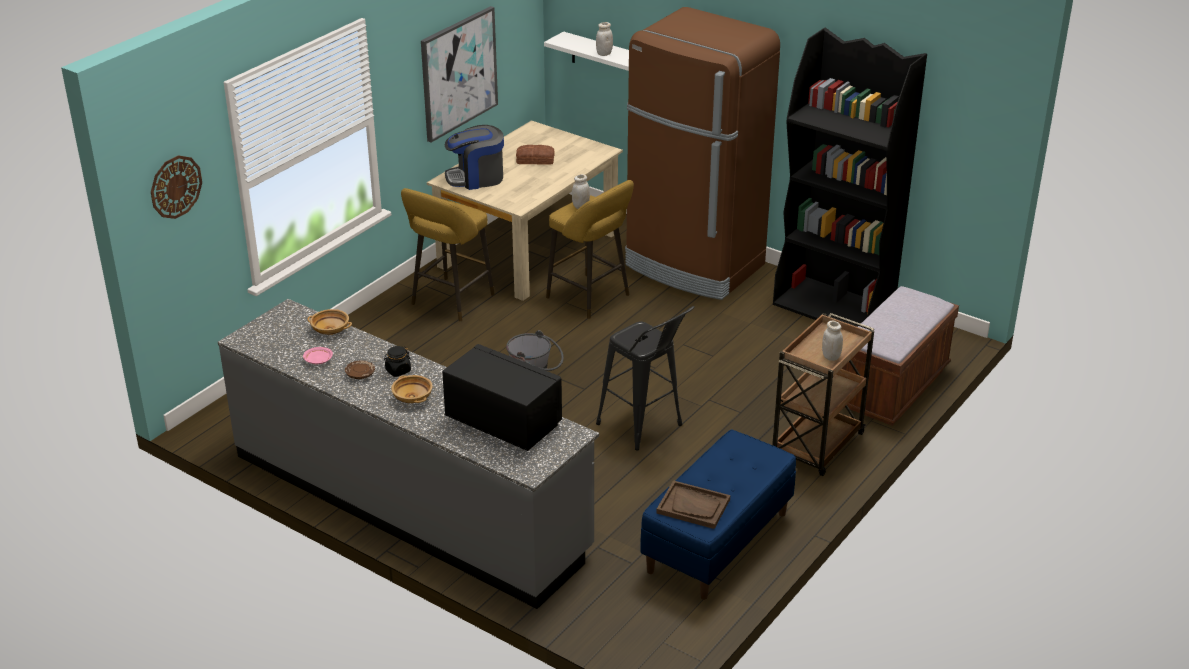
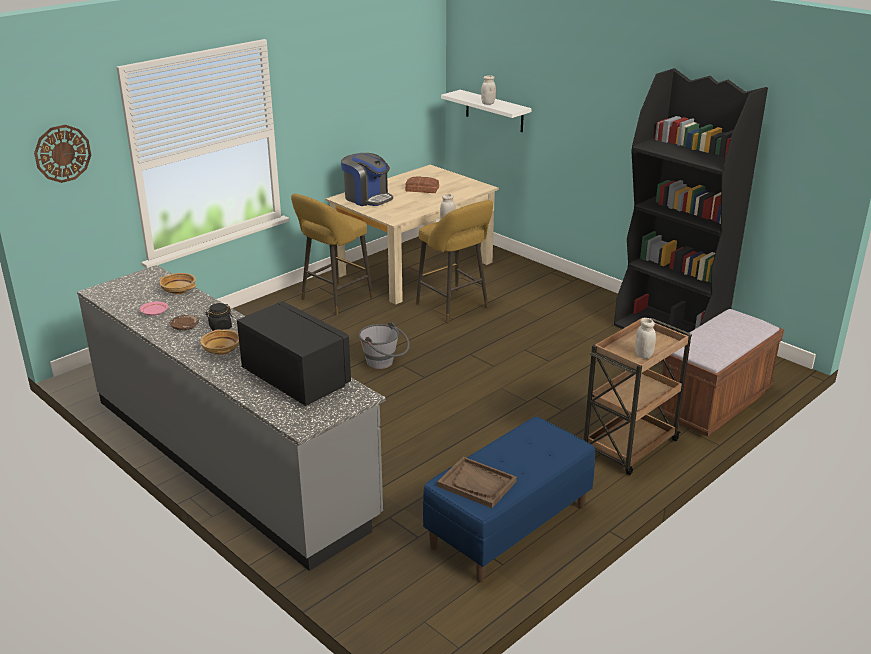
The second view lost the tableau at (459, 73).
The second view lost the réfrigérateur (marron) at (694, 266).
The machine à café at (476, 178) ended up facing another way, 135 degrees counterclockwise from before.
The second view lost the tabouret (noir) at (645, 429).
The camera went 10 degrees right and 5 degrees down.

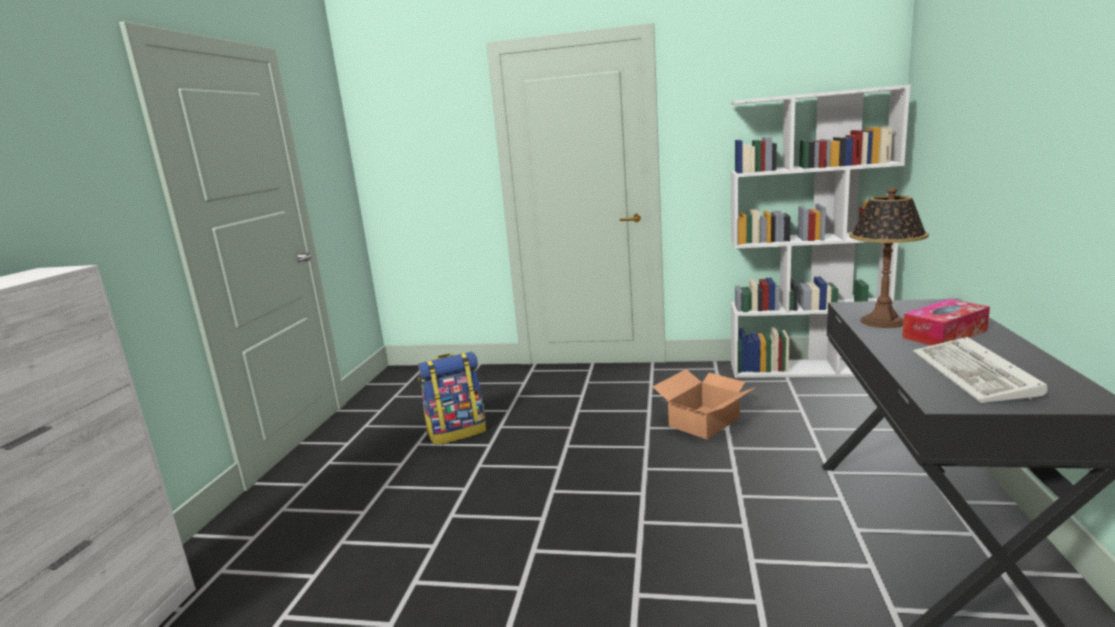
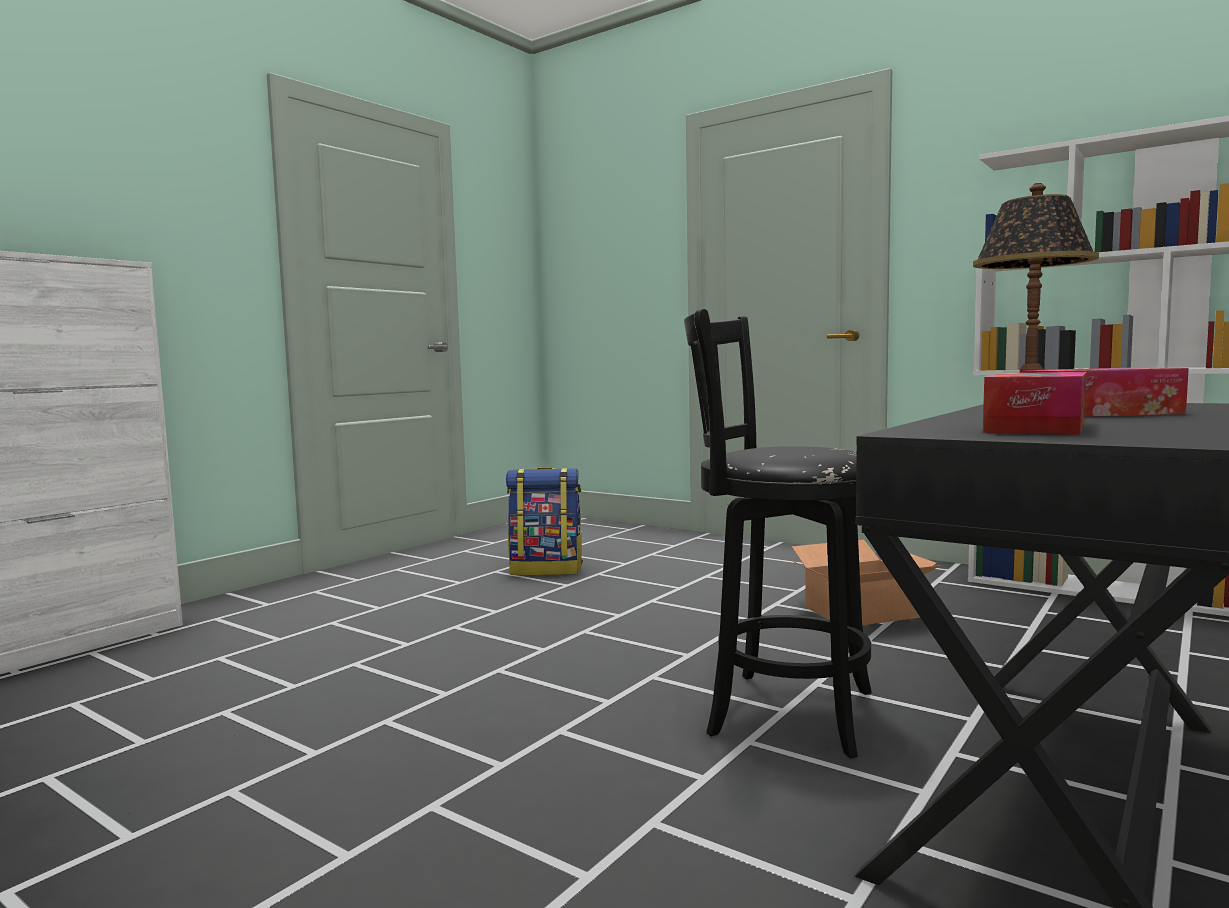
Where the clavier stood at (976, 376), the boîte à mouchoirs came to stand at (1036, 427).
The second view gained the tabouret (noir) at (781, 711).
The camera went 25 degrees right and 10 degrees down.

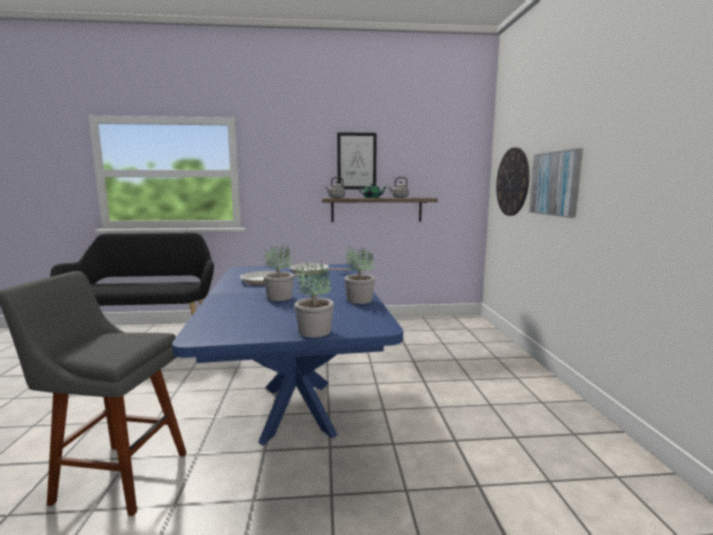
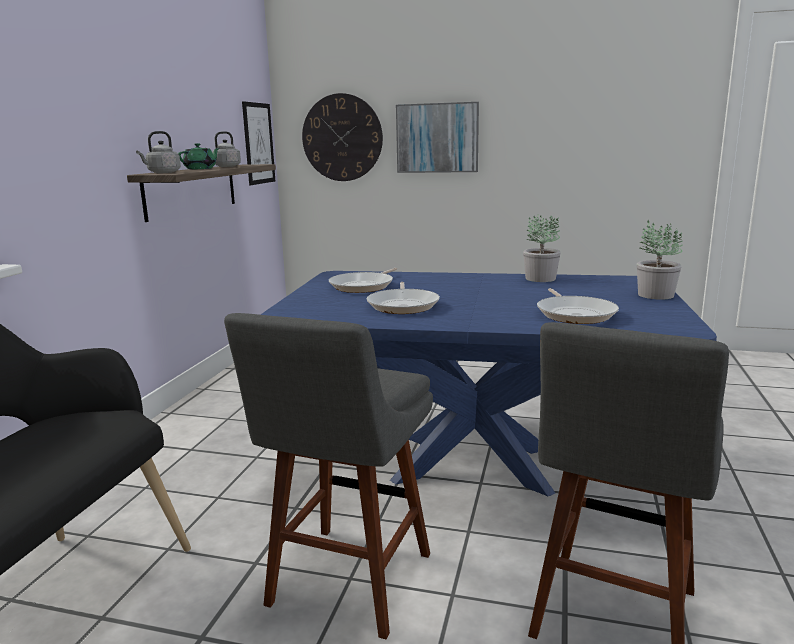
The tableau ended up elsewhere, having gone from (356, 161) to (258, 143).
The second view lost the plante en pot at (280, 297).
The second view gained the poêle at (575, 314).
The second view gained the tabouret (gris) at (346, 584).
The camera went 70 degrees left and 5 degrees up.

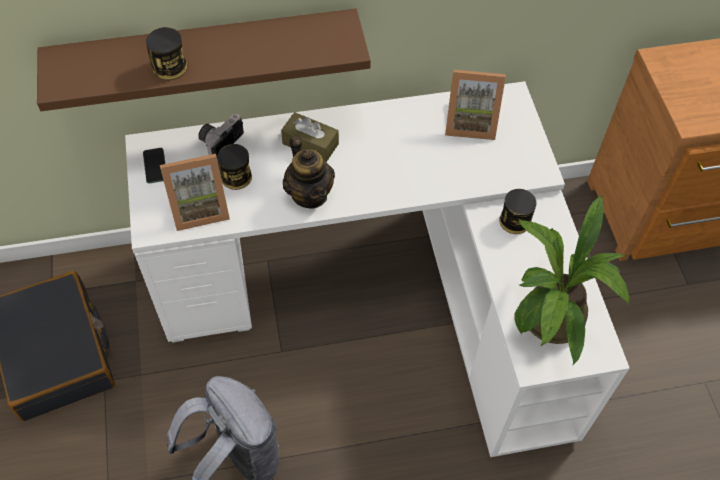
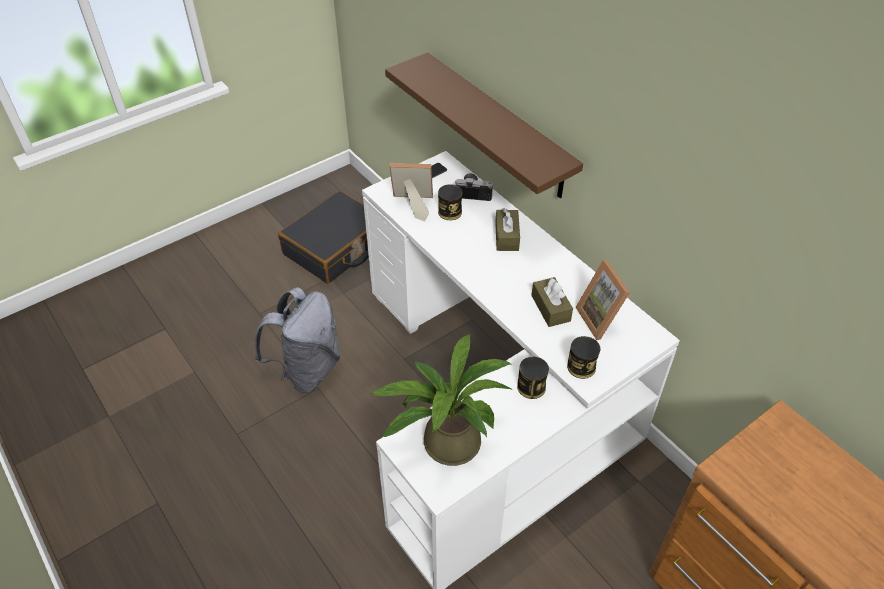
The boîte métallique ended up elsewhere, having gone from (170, 67) to (581, 367).
The second view lost the théière at (310, 194).
The cadre photo at (199, 208) ended up facing another way, 135 degrees clockwise from before.
The second view gained the boîte à mouchoirs (marron) at (550, 308).
The camera went 65 degrees right and 10 degrees down.

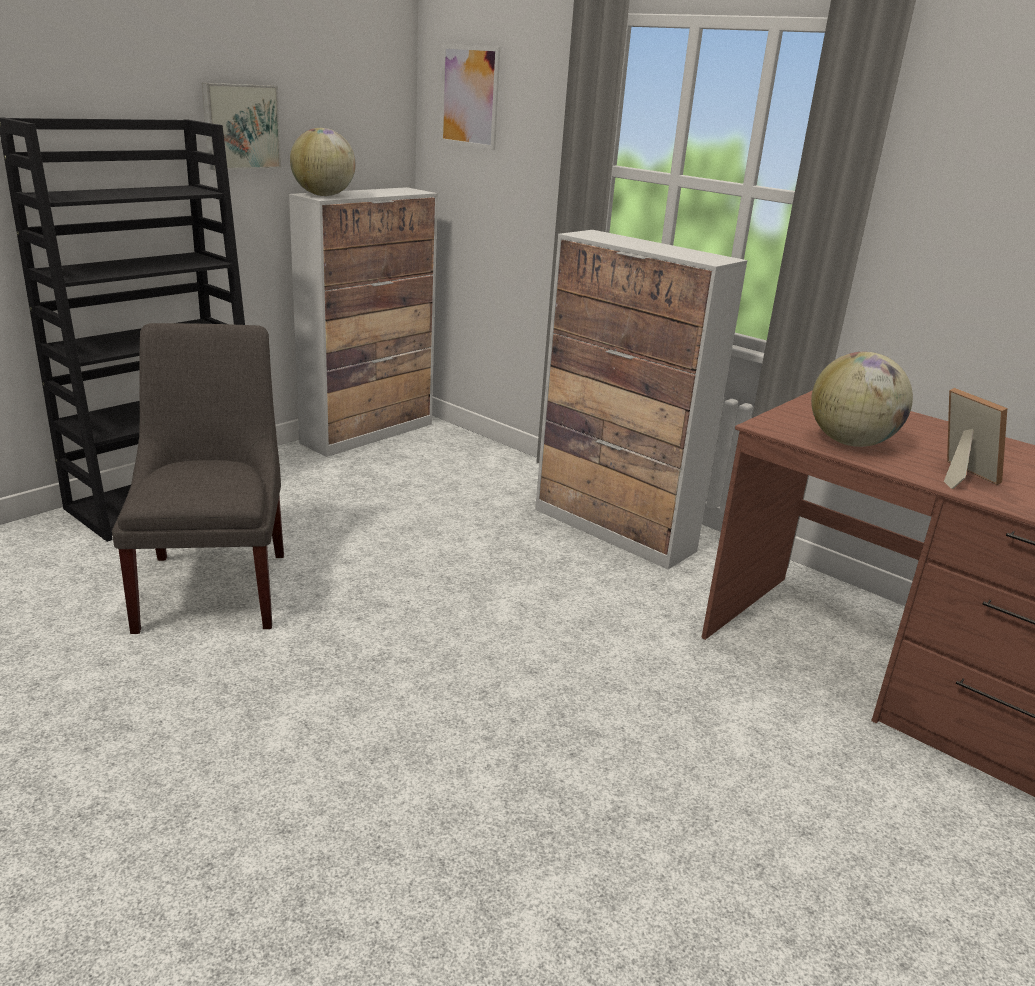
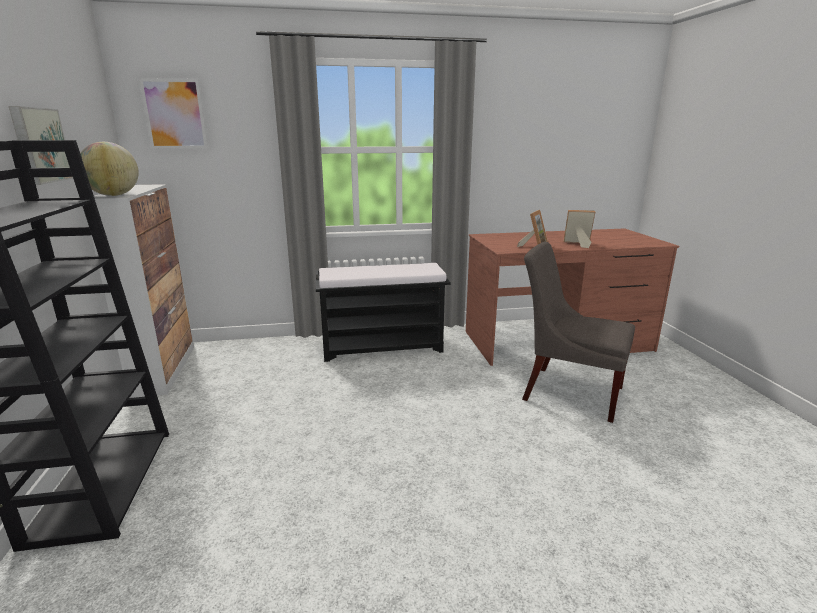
Where the meuble de rangement stood at (614, 530), the banc (noir) came to stand at (383, 347).
The chaise (gris) ended up elsewhere, having gone from (215, 586) to (568, 391).
Where the globe stood at (850, 443), the cadre photo came to stand at (534, 246).
The camera went 50 degrees left and 5 degrees down.

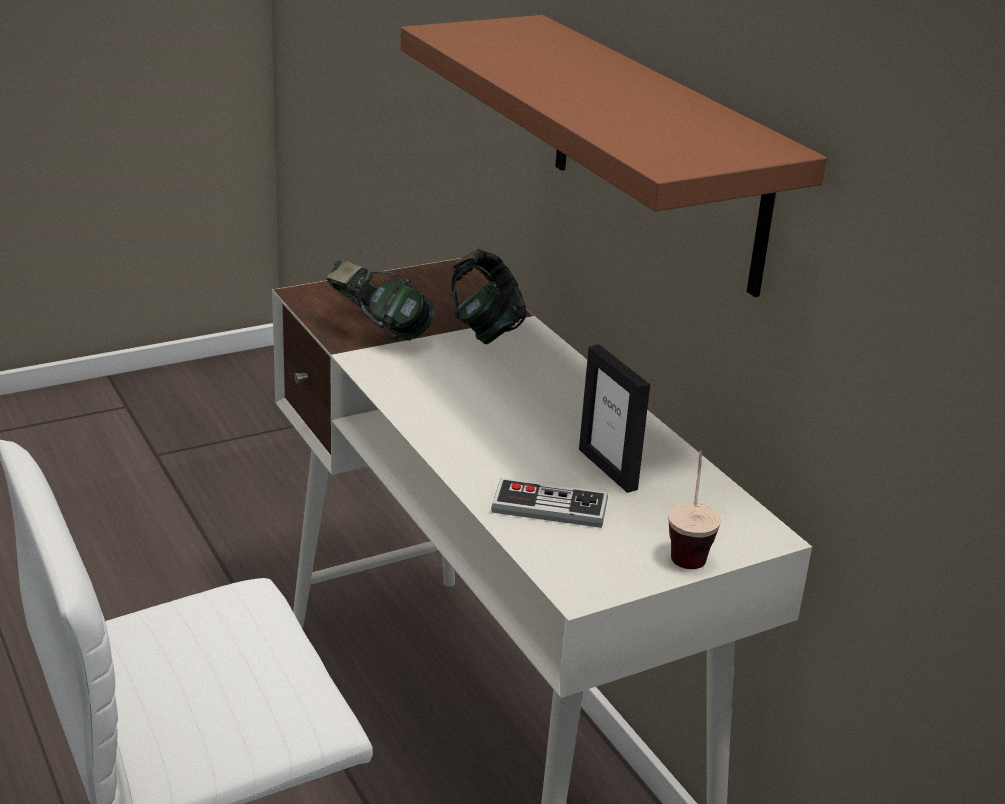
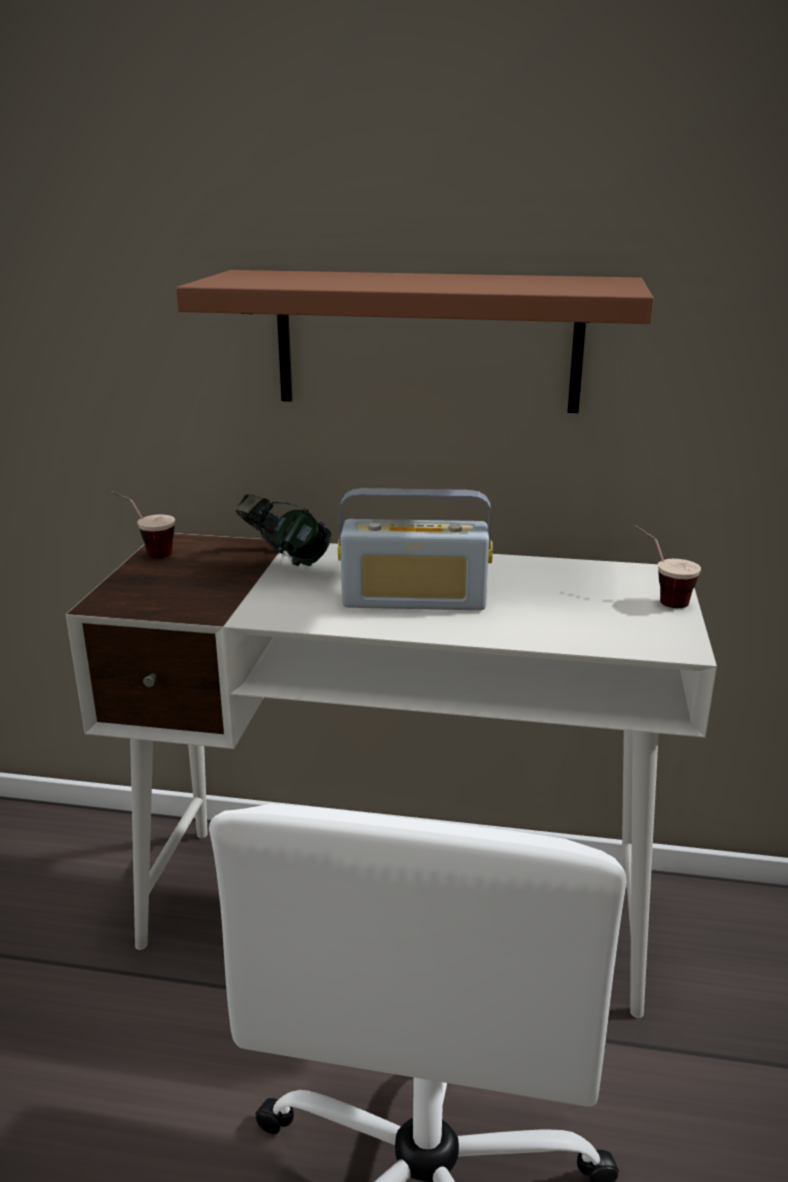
The second view lost the casque audio at (378, 333).
The second view lost the cadre photo at (608, 469).
The second view lost the manette at (549, 507).
The second view gained the radio at (414, 600).
The second view gained the tasse at (147, 552).
The camera went 50 degrees left and 5 degrees down.

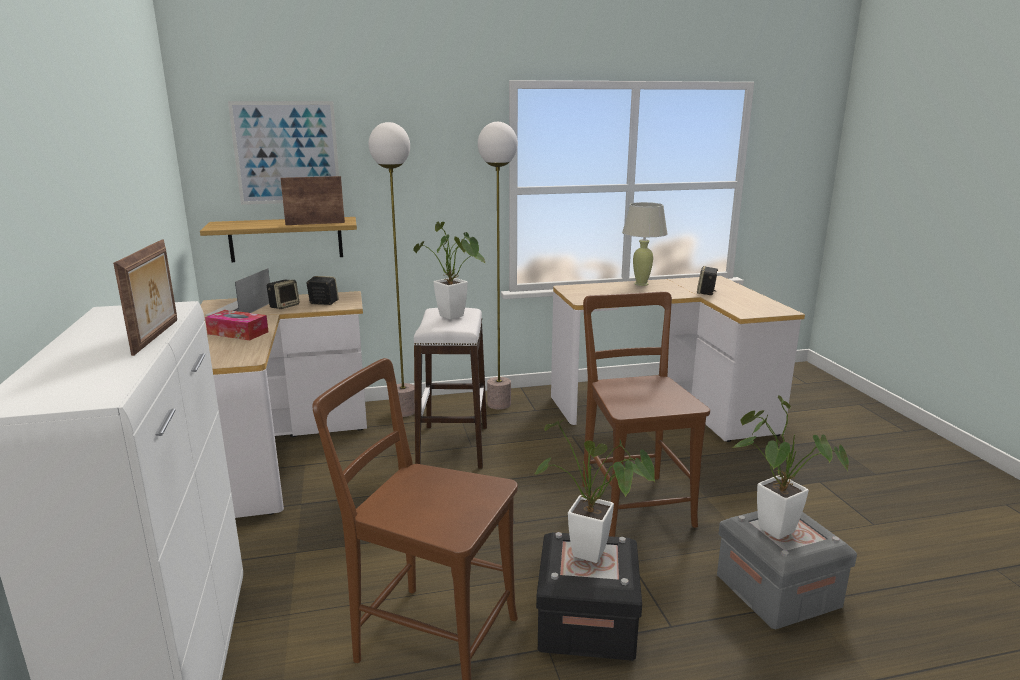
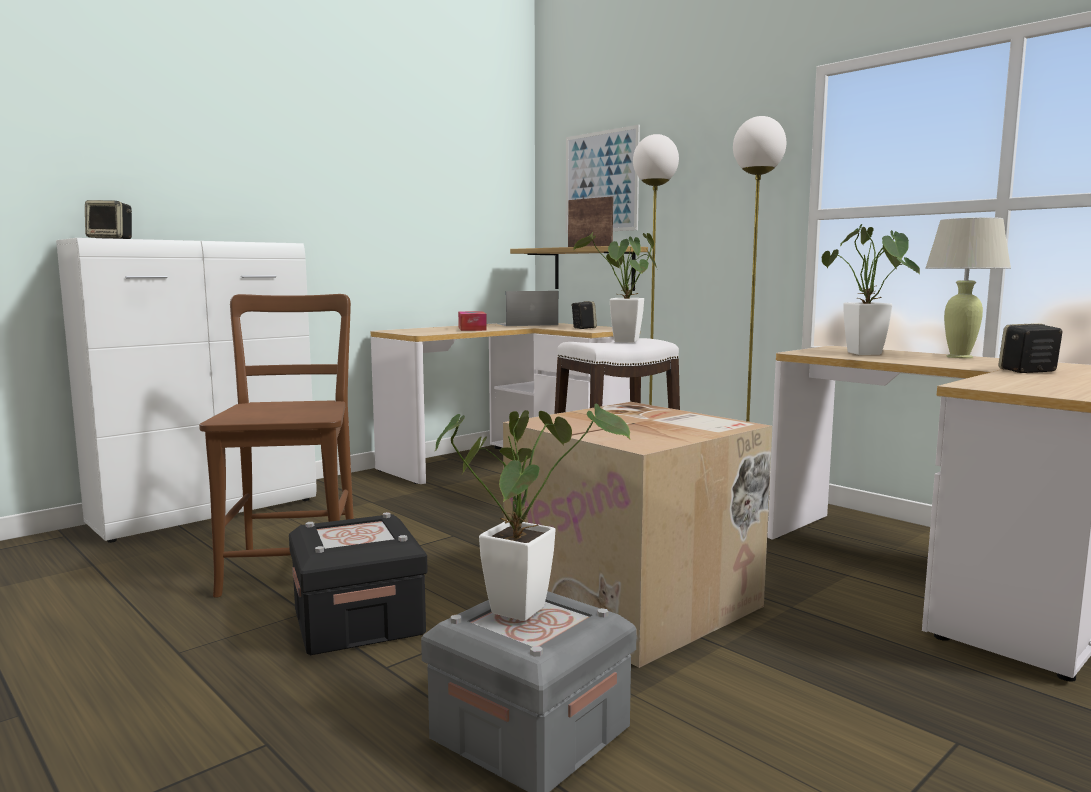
The second view lost the cadre photo at (158, 336).
The enceinte ended up elsewhere, having gone from (284, 306) to (111, 239).
Where the chaise (marron) stood at (634, 501), the carton came to stand at (637, 603).
The plante en pot ended up elsewhere, having gone from (596, 555) to (867, 354).
The camera went 60 degrees right and 10 degrees down.

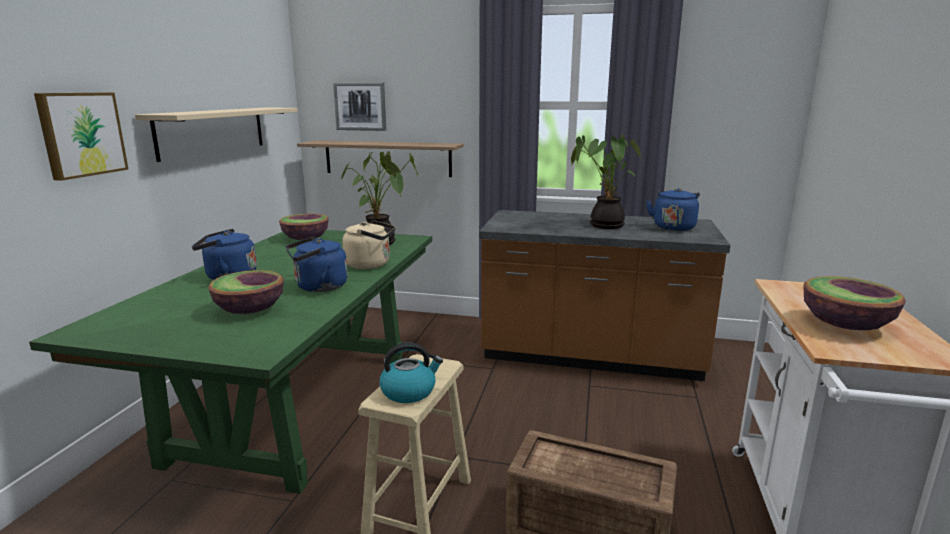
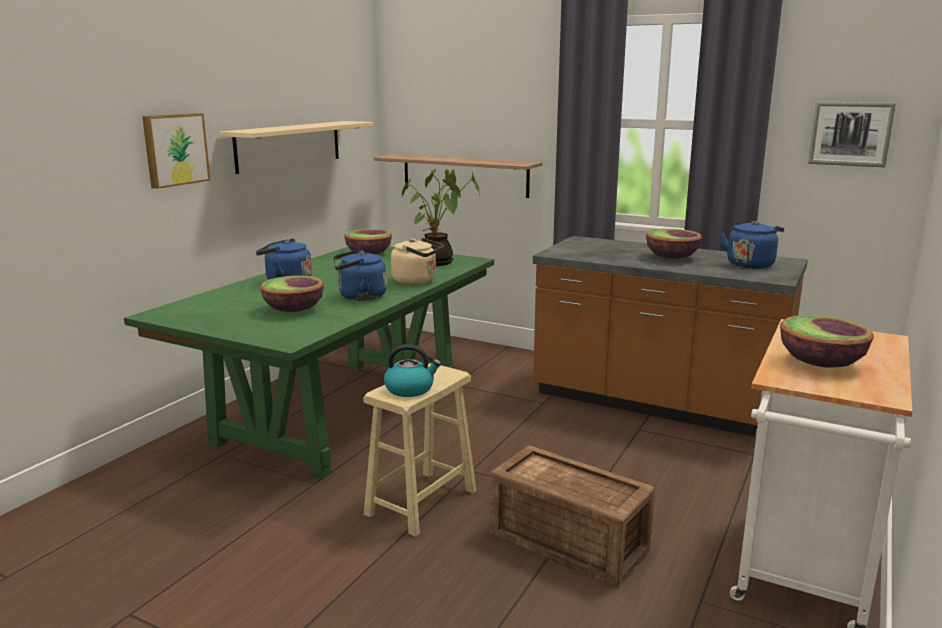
The tableau ended up elsewhere, having gone from (360, 106) to (850, 133).
Where the plante en pot stood at (603, 225), the bol came to stand at (671, 258).
The camera went 15 degrees right and 0 degrees up.

